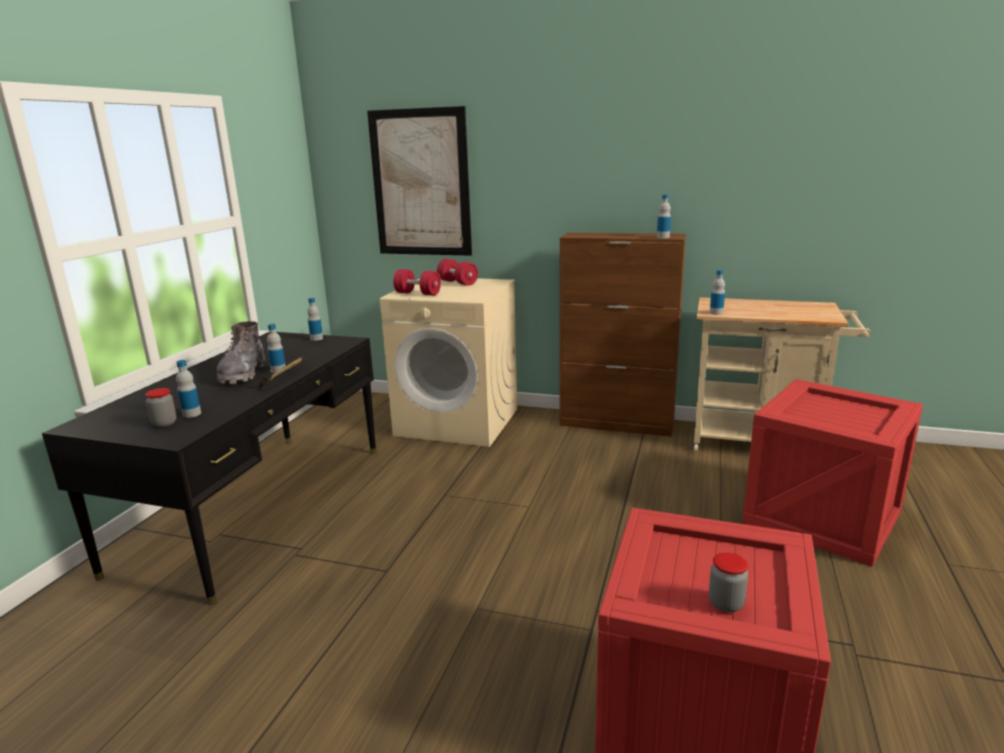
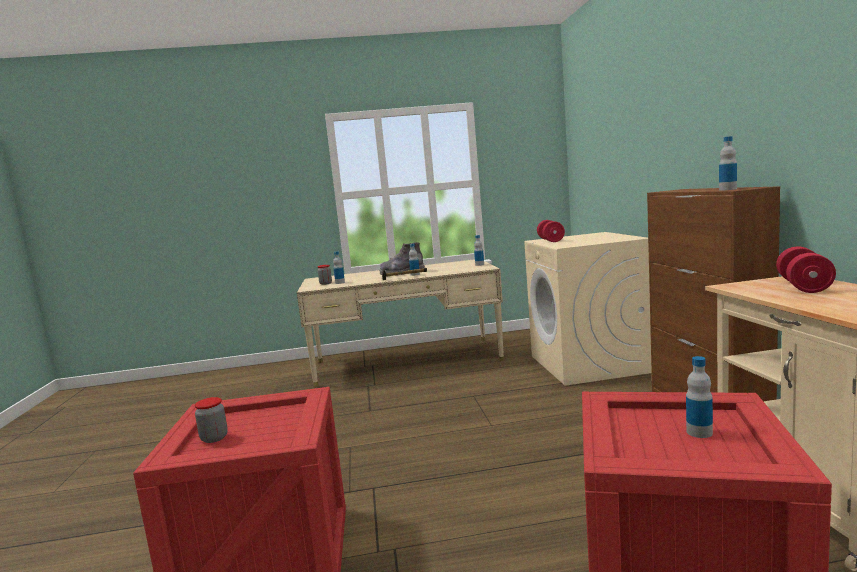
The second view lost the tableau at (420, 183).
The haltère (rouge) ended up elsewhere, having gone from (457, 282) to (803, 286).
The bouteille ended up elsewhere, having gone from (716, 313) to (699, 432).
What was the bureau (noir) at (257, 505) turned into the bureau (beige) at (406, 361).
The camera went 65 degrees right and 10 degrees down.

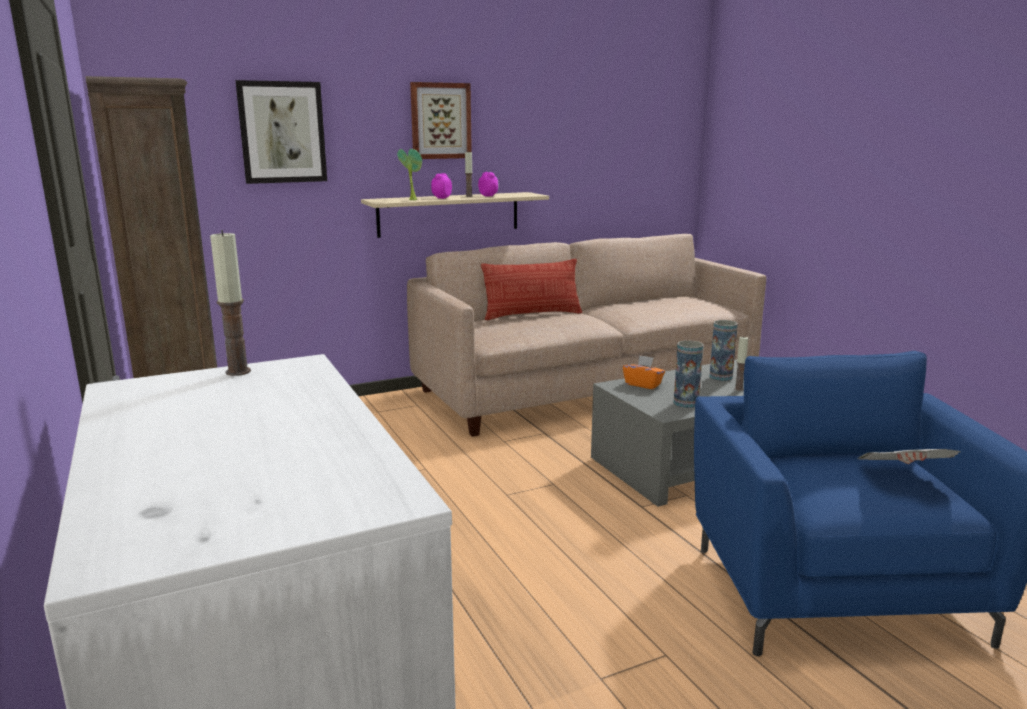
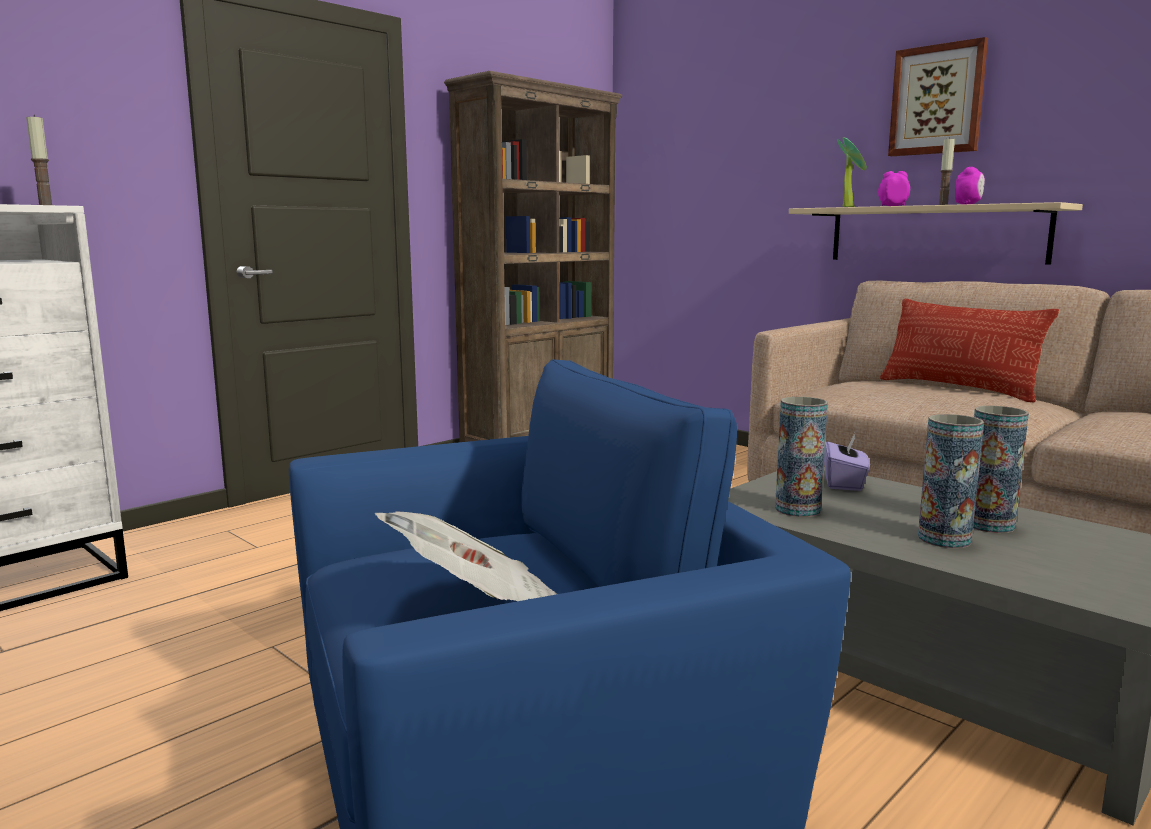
The second view lost the tableau at (282, 132).
Where the bougie stood at (738, 389), the vase came to stand at (944, 539).
What was the boîte à mouchoirs (orange) at (643, 384) turned into the boîte à mouchoirs (violet) at (844, 483).
The camera went 70 degrees right and 5 degrees down.

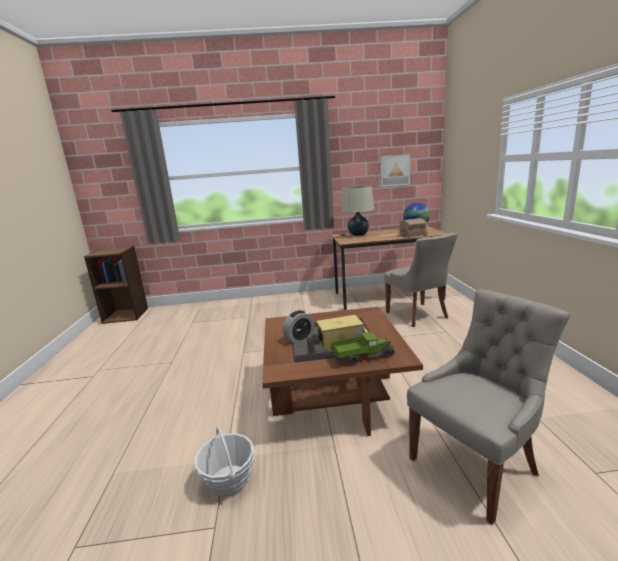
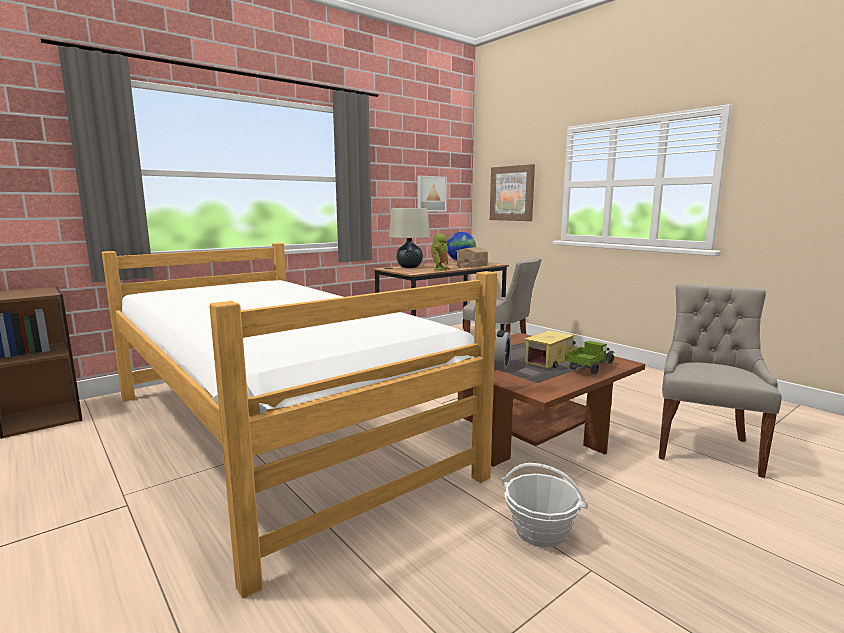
The second view gained the tableau at (512, 193).
The second view gained the robot jouet at (439, 269).
The second view gained the lit at (275, 431).
The camera went 35 degrees left and 5 degrees down.

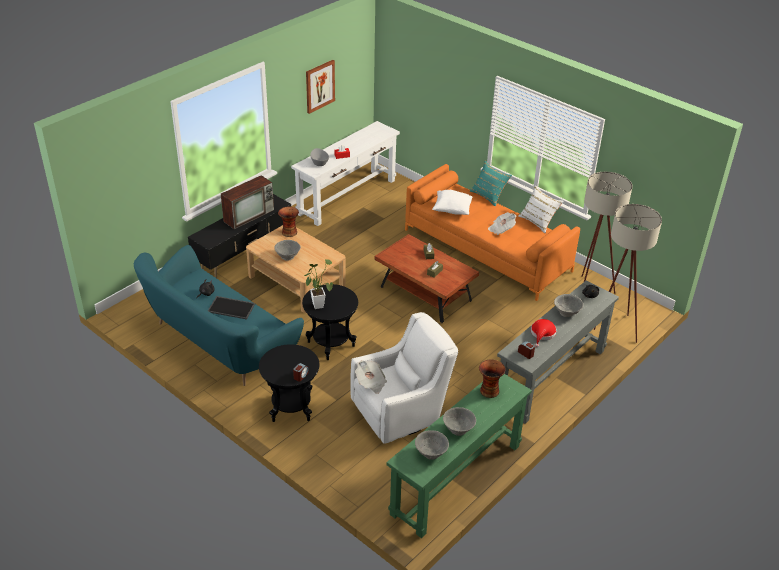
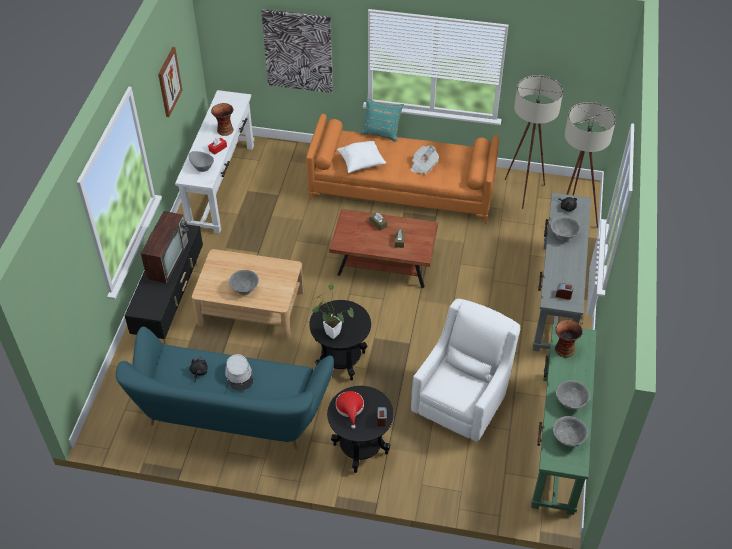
The second view lost the coussin (blanc) at (538, 221).
The vase ended up elsewhere, having gone from (289, 232) to (224, 130).
Where the plateau stood at (232, 307), the chapeau (gris) came to stand at (239, 375).
The chapeau (rouge) ended up elsewhere, having gone from (542, 334) to (350, 408).
The second view lost the journal at (371, 383).
The second view gained the tableau at (298, 51).
The camera went 30 degrees left and 10 degrees up.

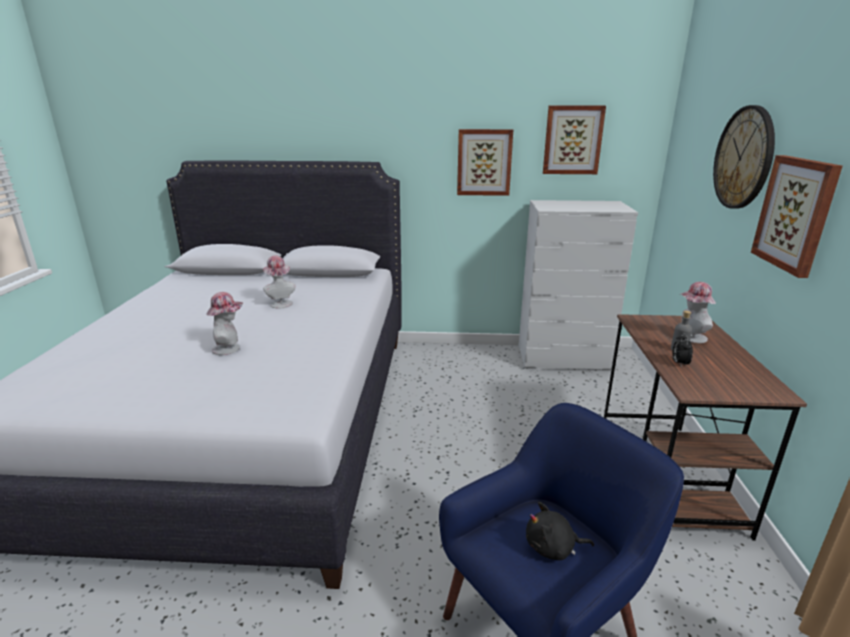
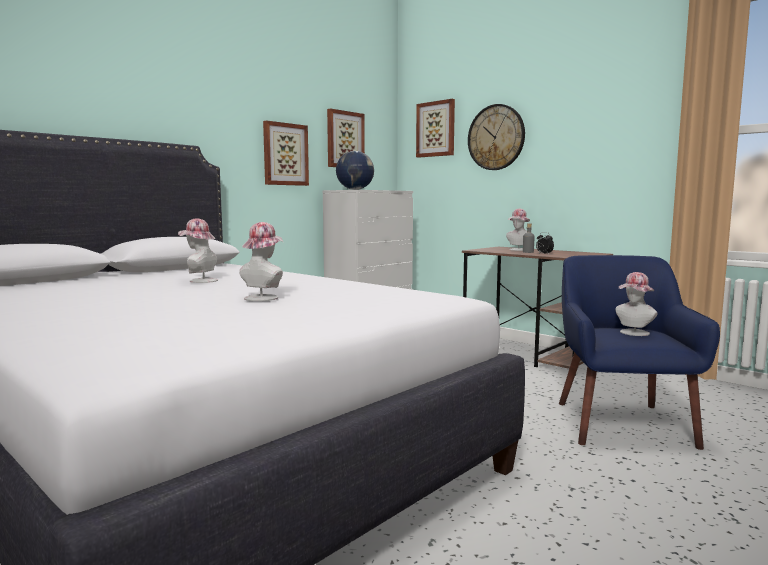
The tableau ended up elsewhere, having gone from (795, 214) to (436, 129).
Where the peluche (noir) stood at (553, 548), the chapeau came to stand at (633, 333).
The second view gained the globe at (355, 189).
The camera went 50 degrees left and 15 degrees down.

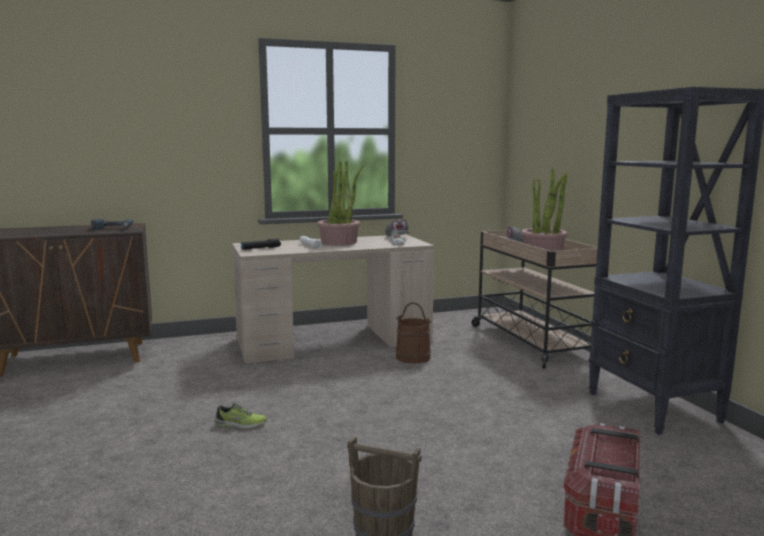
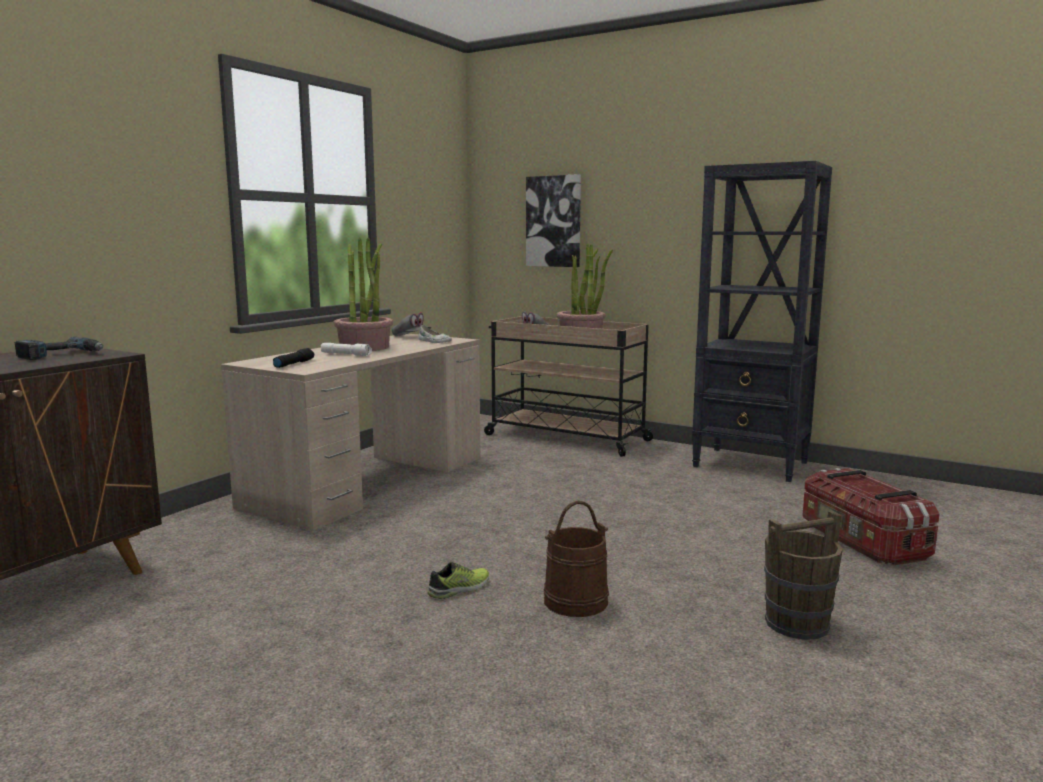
The seau (marron) ended up elsewhere, having gone from (413, 357) to (575, 601).
The second view gained the tableau at (554, 221).
The camera went 40 degrees left and 0 degrees up.

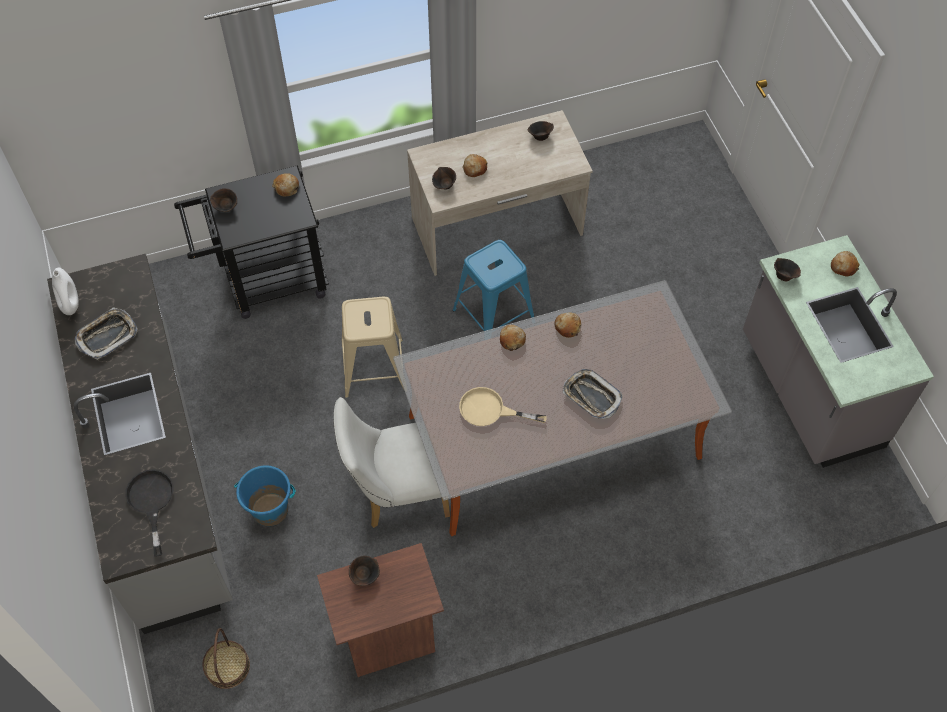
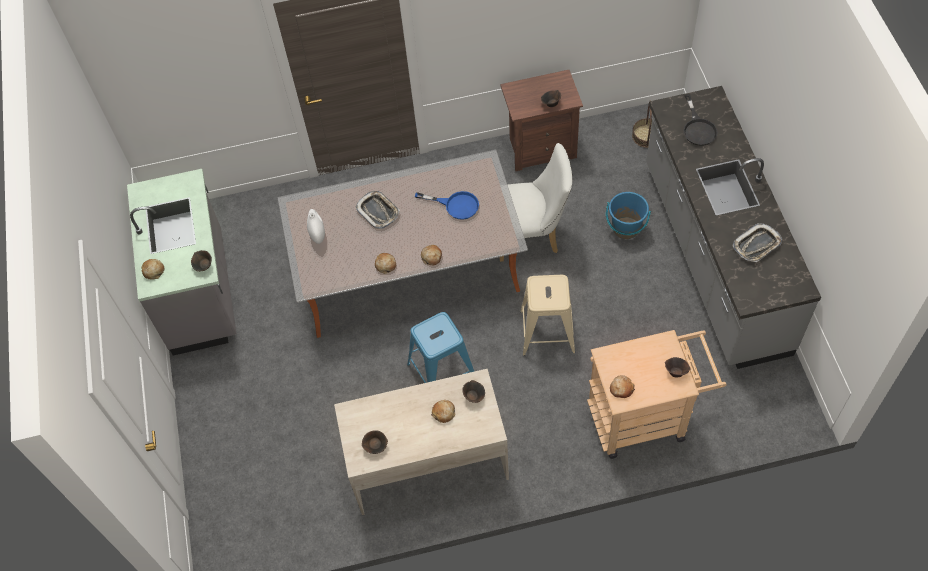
What was the chariot (noir) at (266, 282) turned into the chariot (beige) at (645, 417).
The vase (blanc) ended up elsewhere, having gone from (71, 304) to (317, 234).
What was the poêle (beige) at (490, 410) turned into the poêle (bleu) at (455, 205).
The camera went 170 degrees left and 0 degrees up.

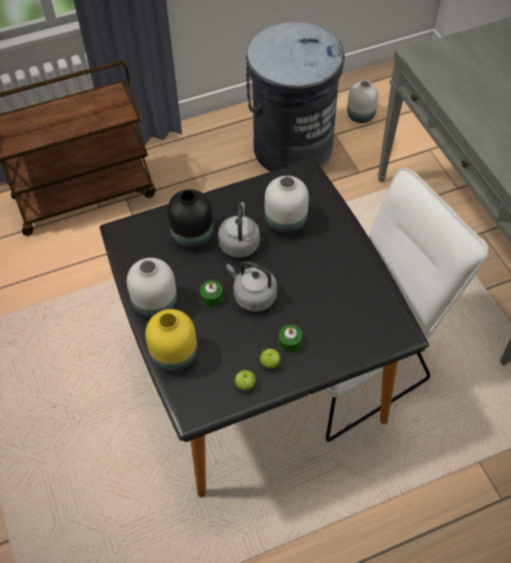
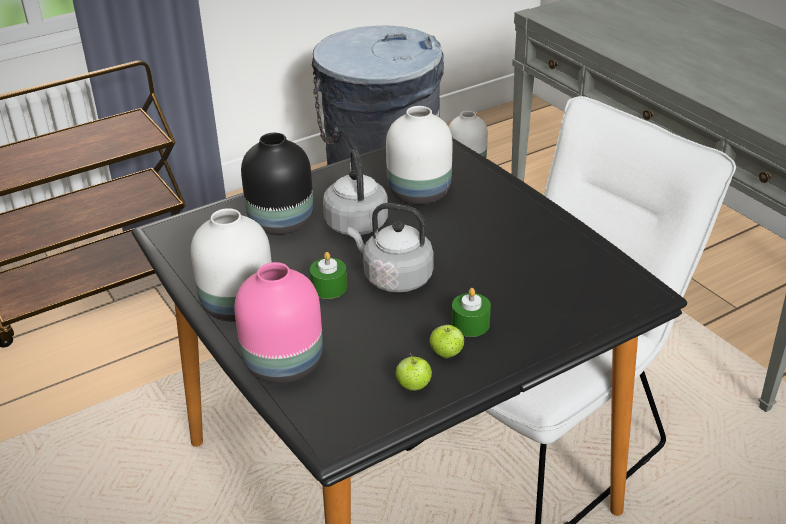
What was the vase (jaune) at (175, 354) turned into the vase (rose) at (285, 363).
The camera went 10 degrees left and 20 degrees down.

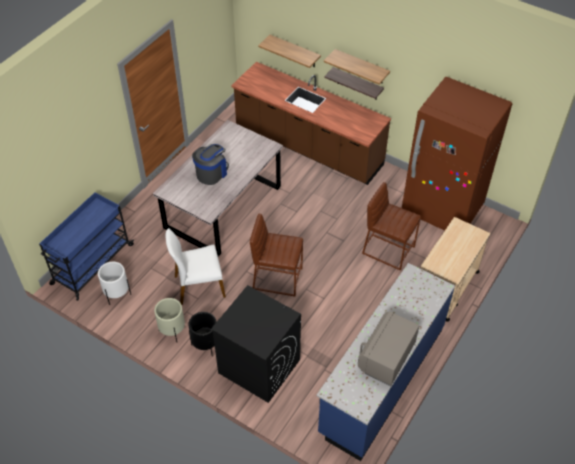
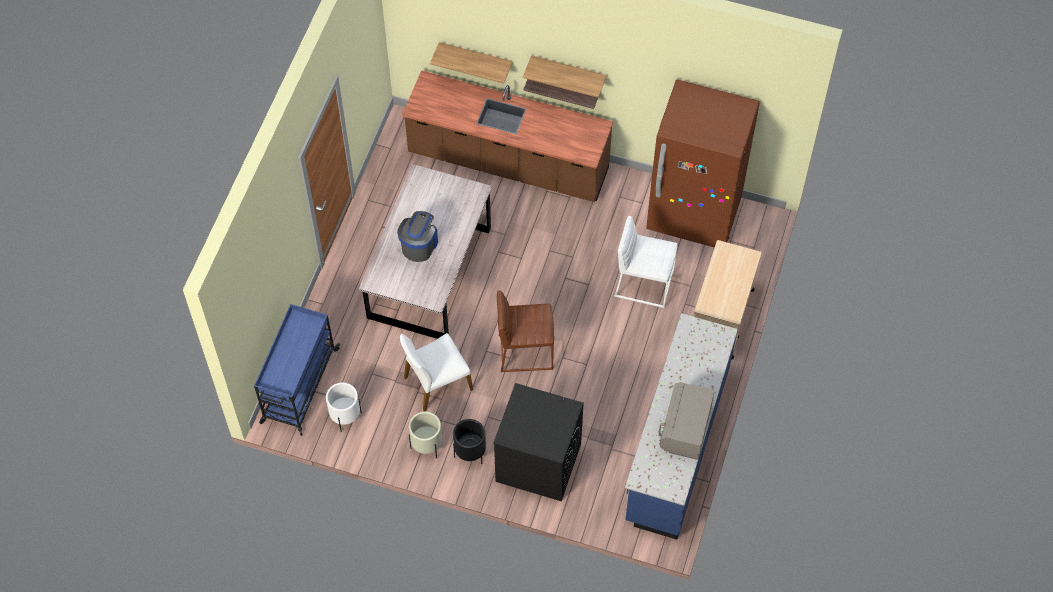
What was the tabouret (marron) at (388, 249) turned into the tabouret (blanc) at (643, 284).
The camera went 15 degrees left and 10 degrees up.

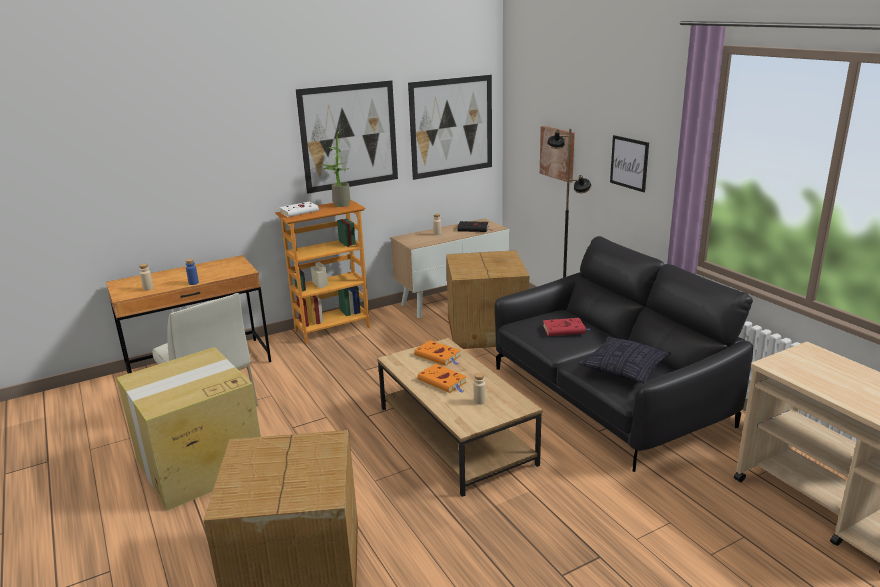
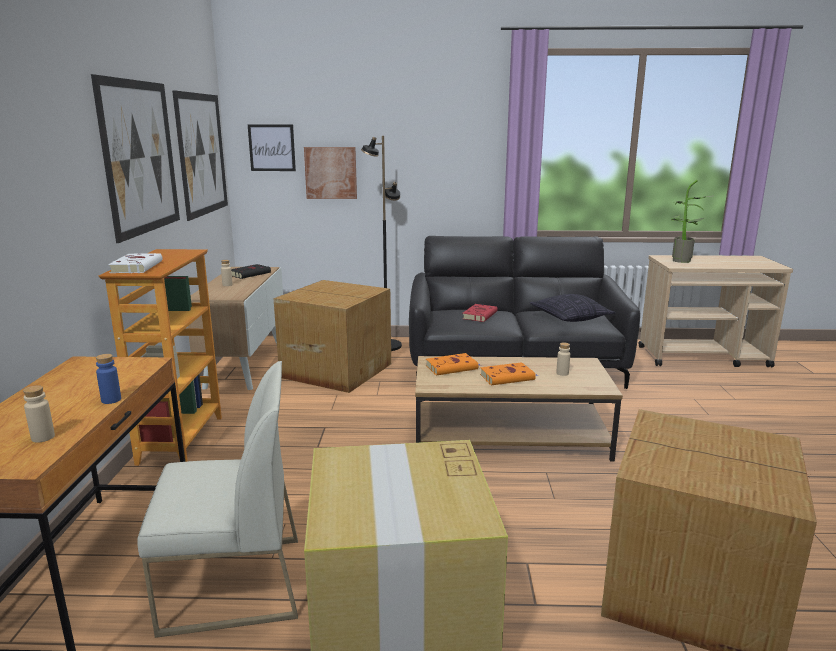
The plante en pot ended up elsewhere, having gone from (339, 205) to (681, 261).
The tableau ended up elsewhere, having gone from (629, 163) to (272, 147).
The camera went 60 degrees left and 5 degrees down.

